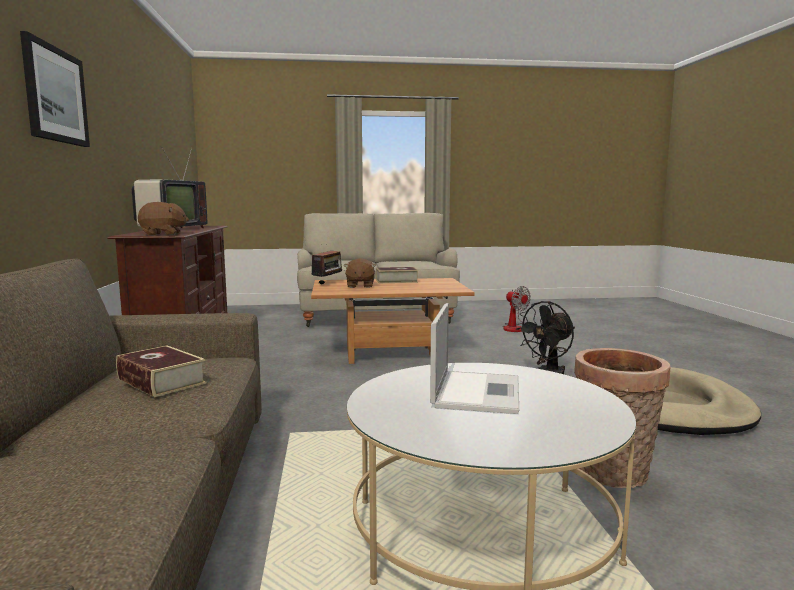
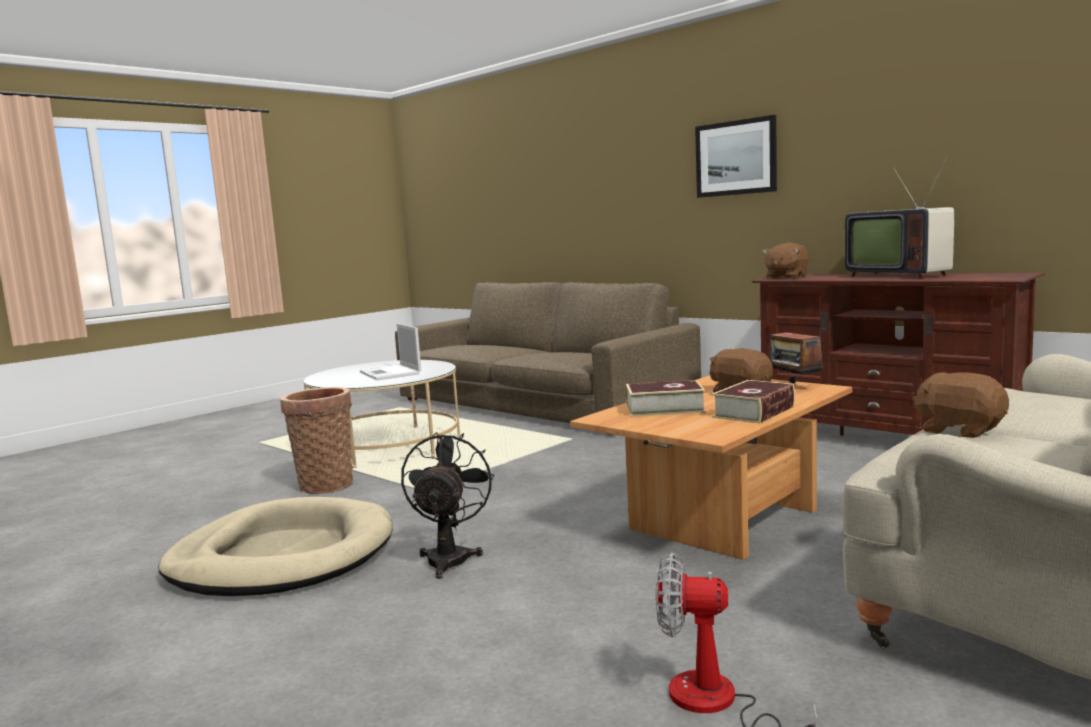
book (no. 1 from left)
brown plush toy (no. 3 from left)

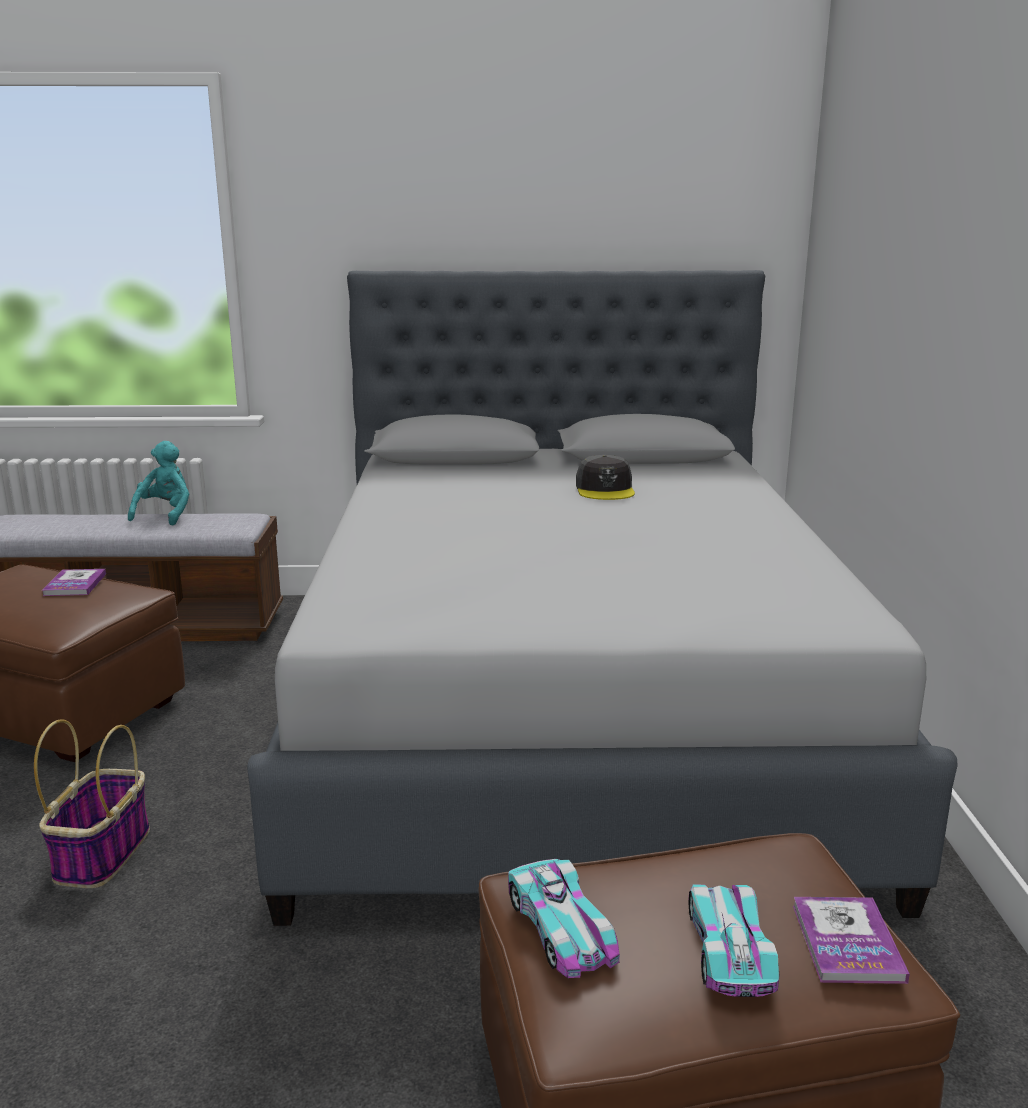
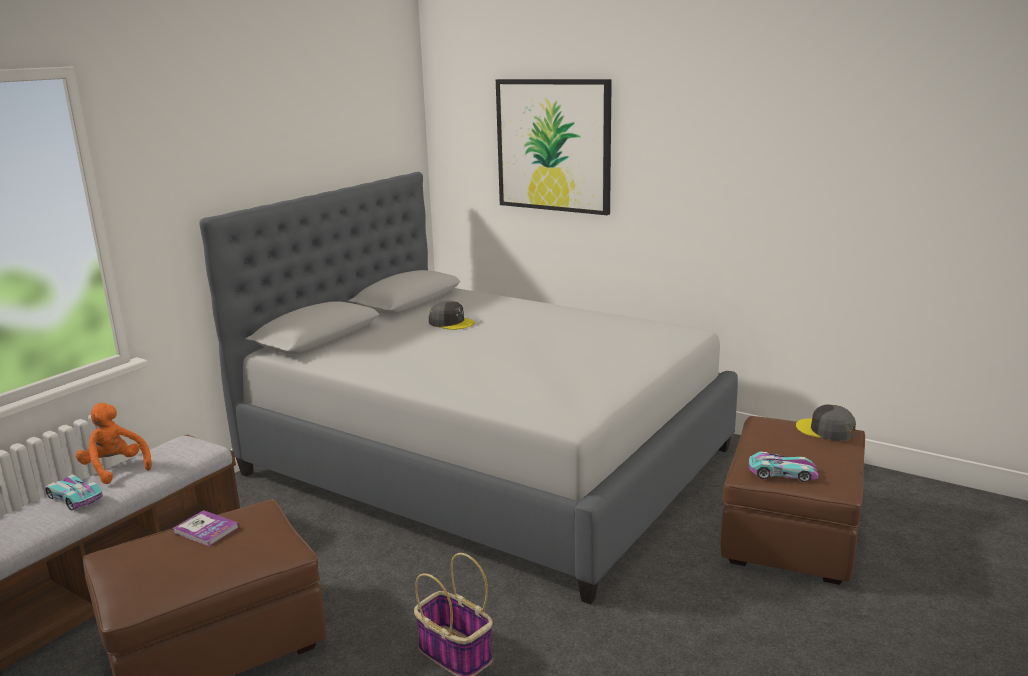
orange plush toy
toy car (no. 1 from left)
grey cap (no. 2 from left)
picture

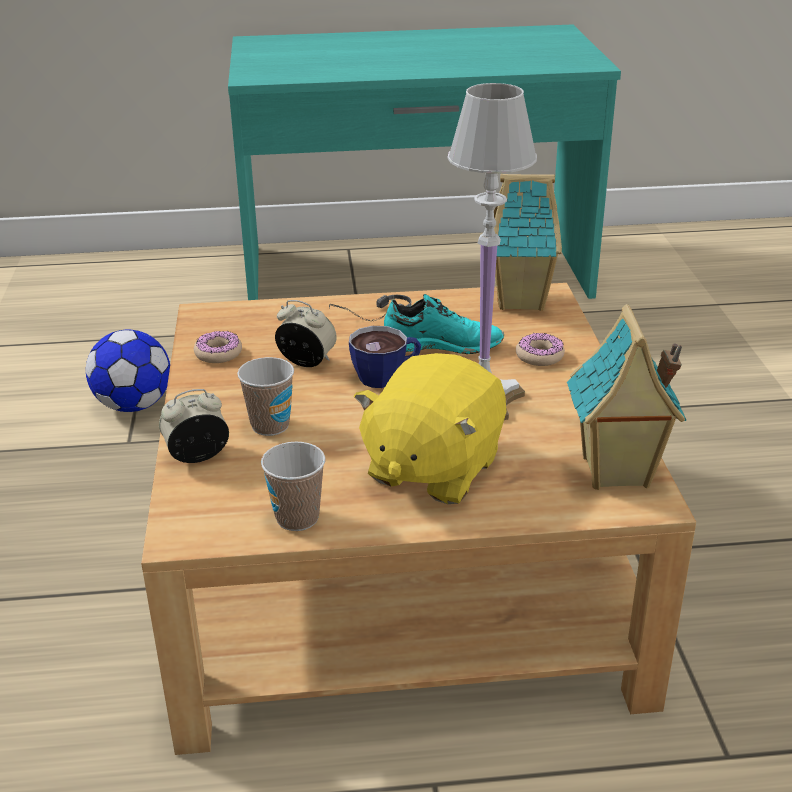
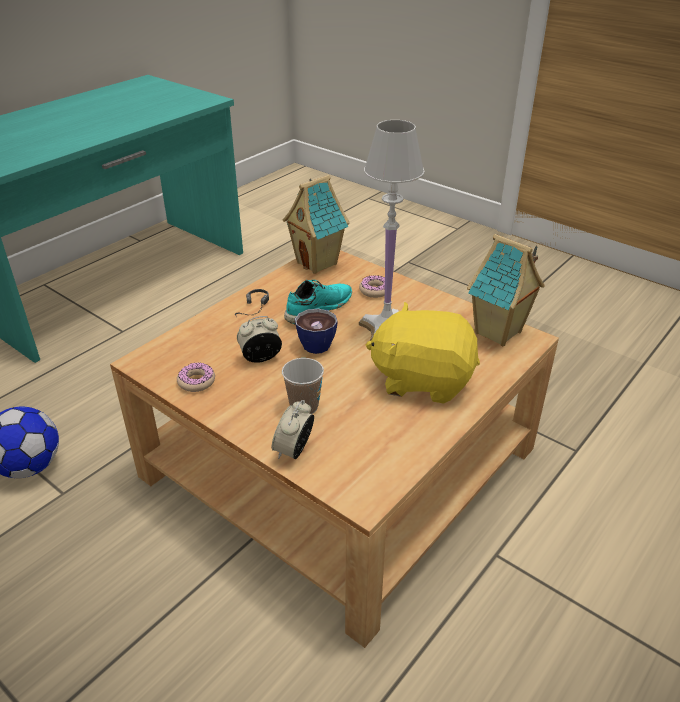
cup (no. 2 from left in the first image)
yellow plush toy

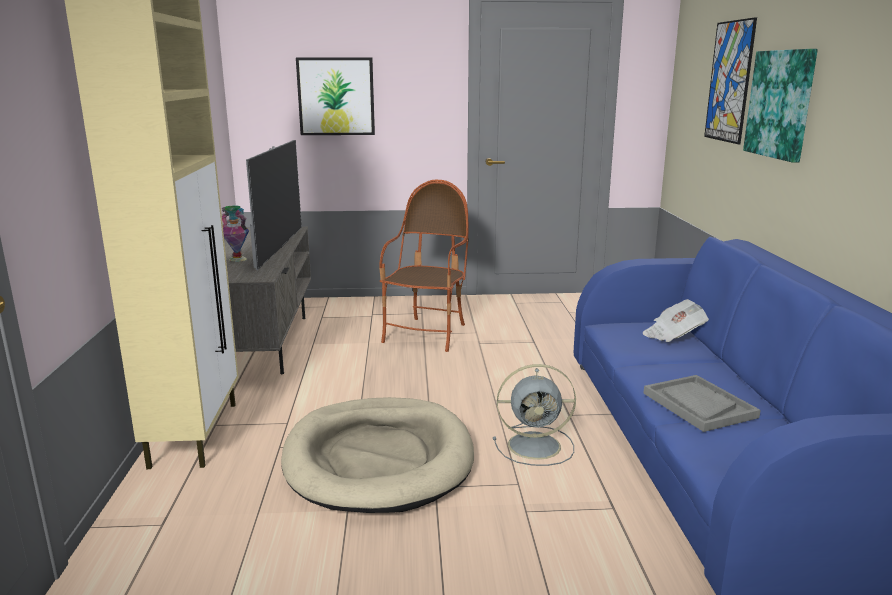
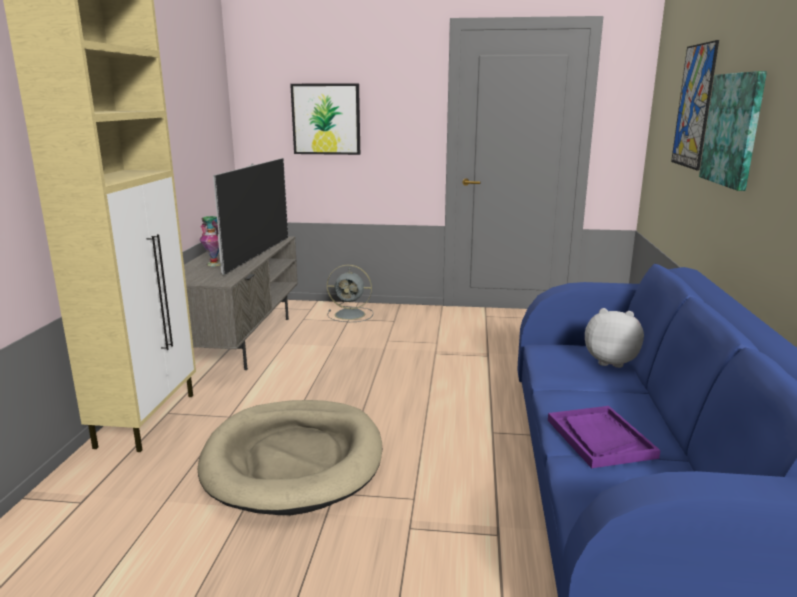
armchair
grey fan
plush toy
purple tray

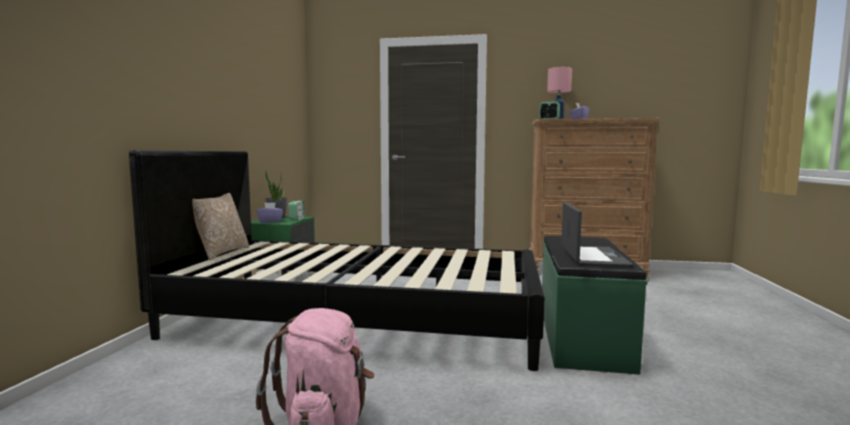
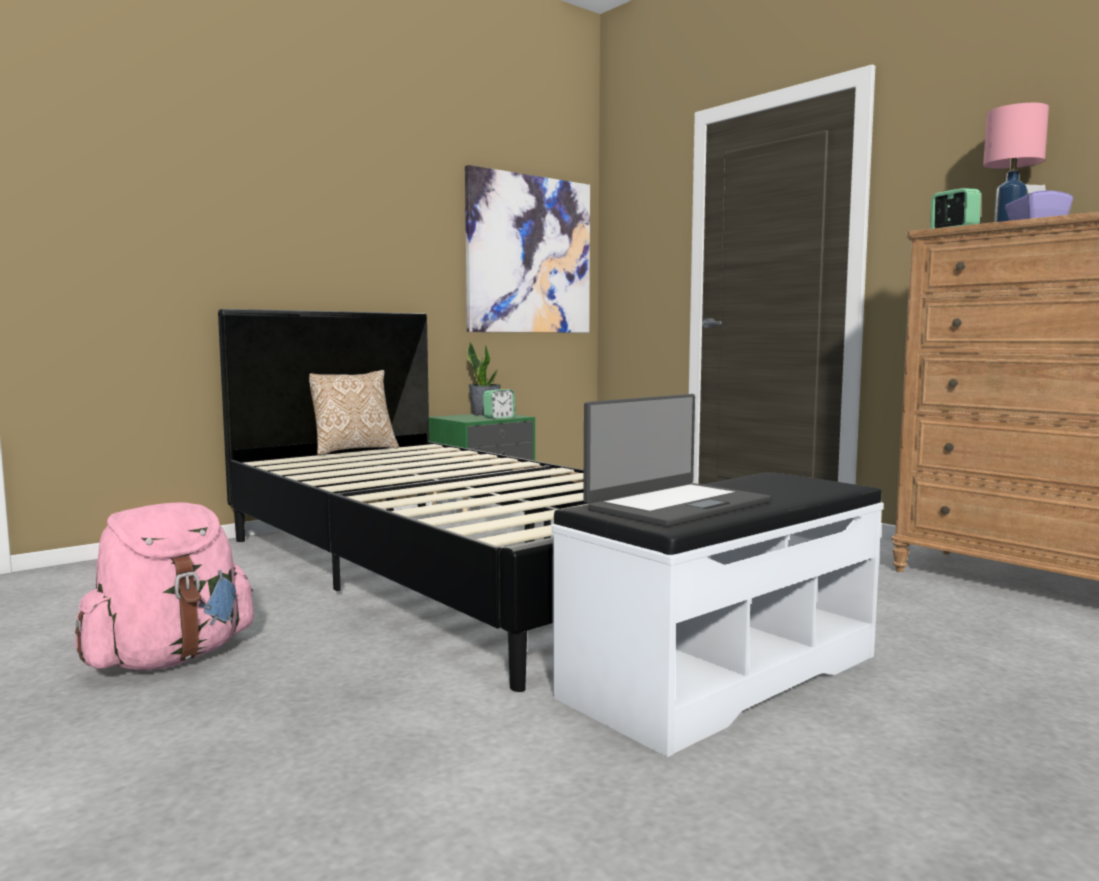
purple tissue box (no. 1 from left in the first image)
white bench
picture

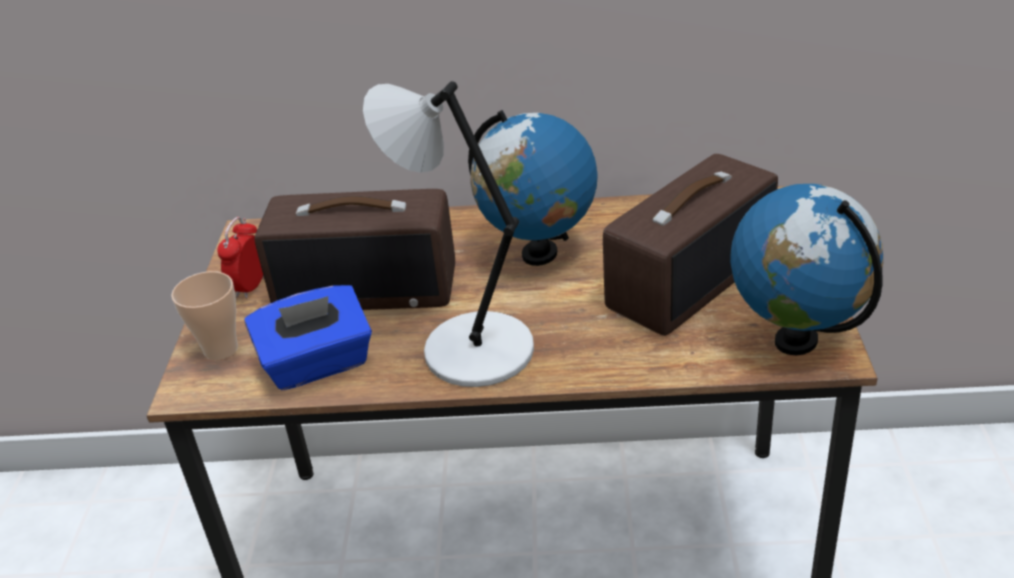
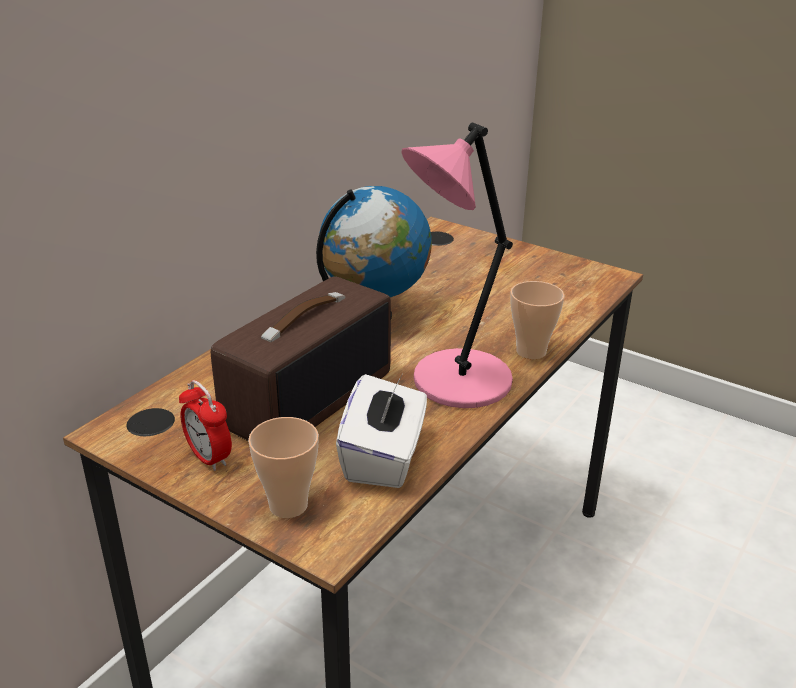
white tissue box
pink table lamp
radio (no. 2 from left in the first image)
globe (no. 2 from left in the first image)
cup (no. 2 from left)

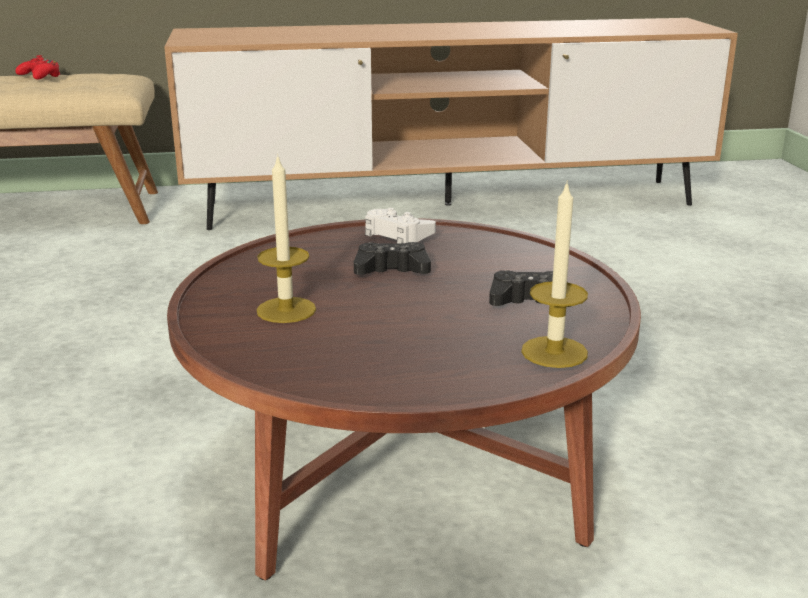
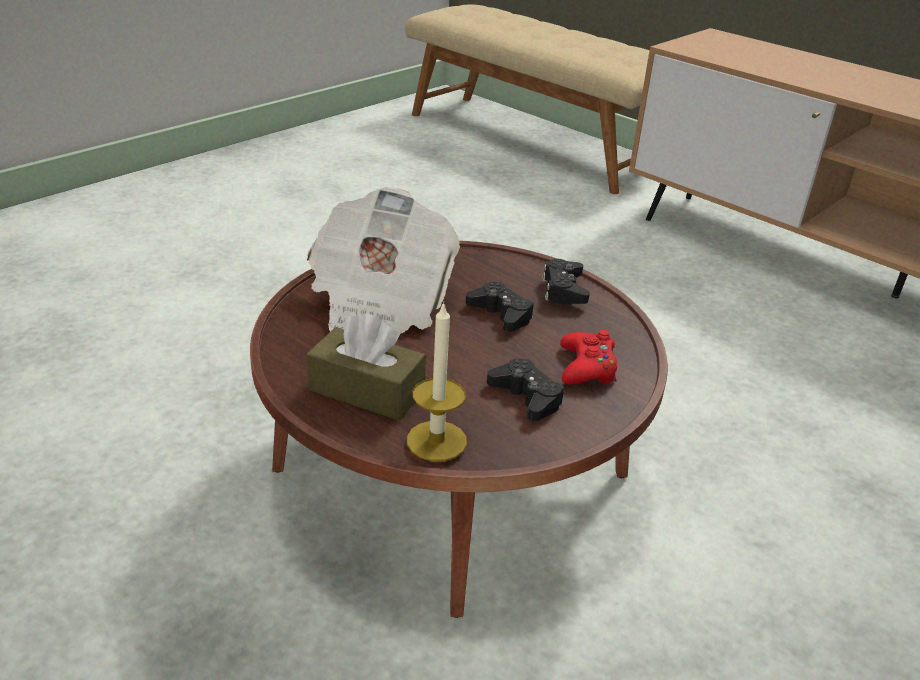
red game controller
newspaper
black game controller (no. 3 from left)
brown tissue box

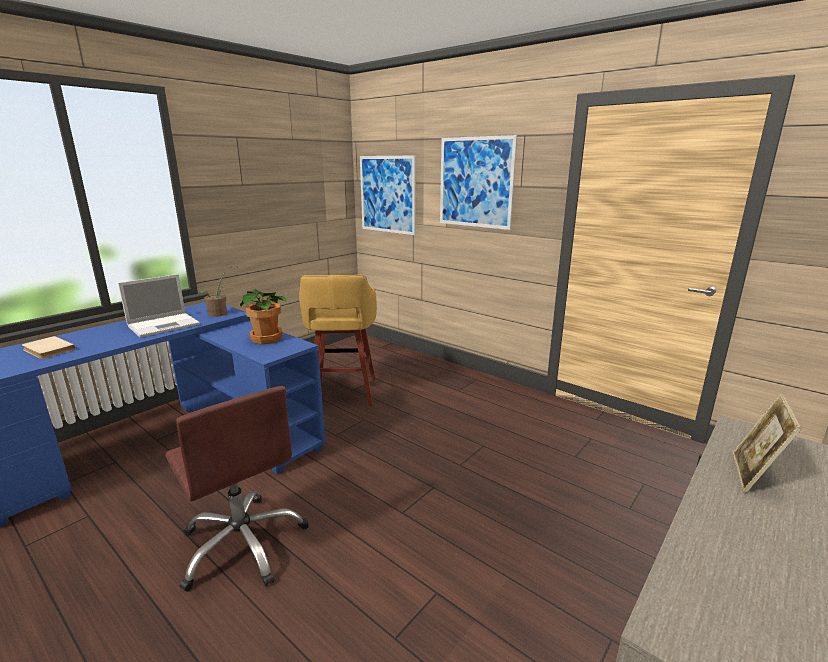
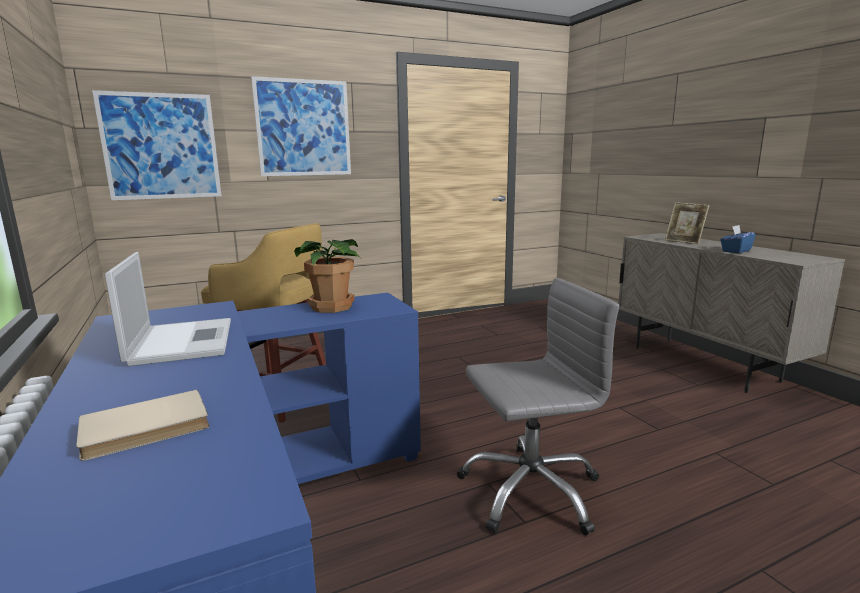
grey office chair
potted plant (no. 1 from left in the first image)
blue tissue box

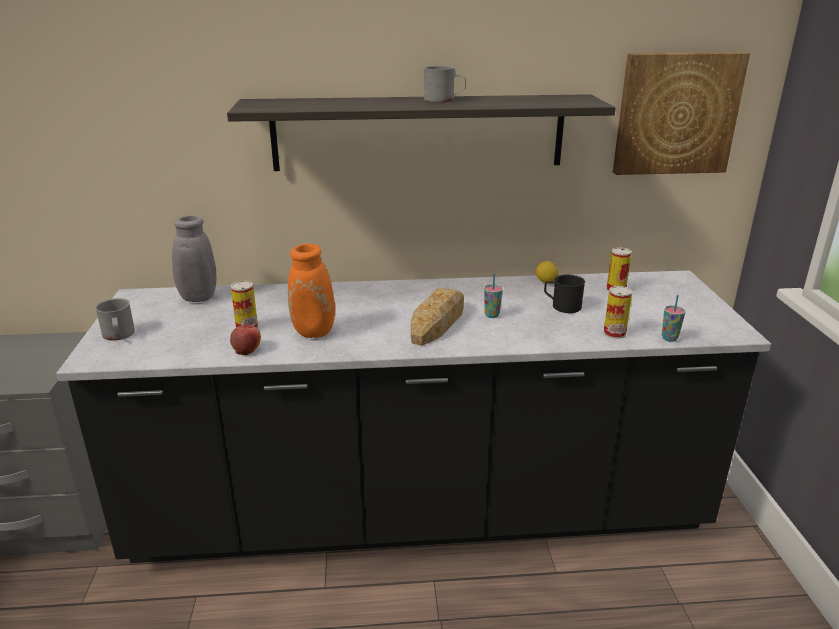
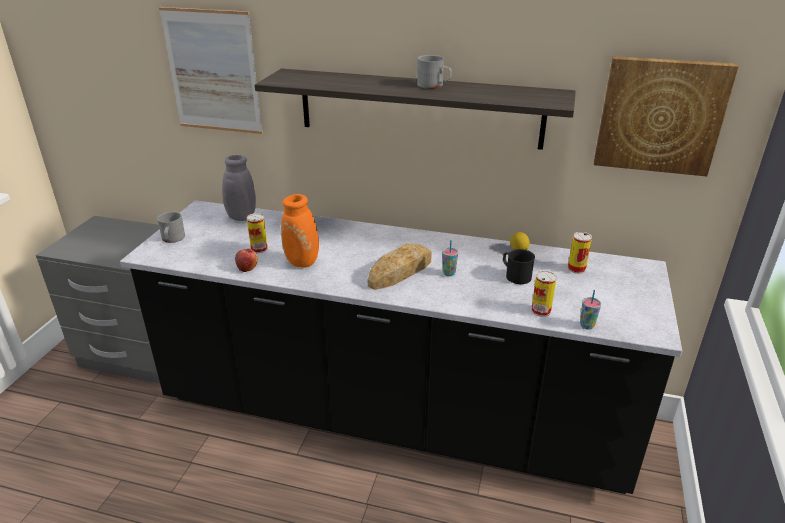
picture (no. 1 from left)

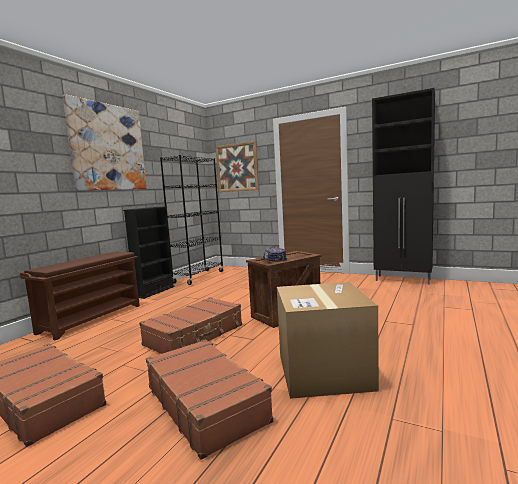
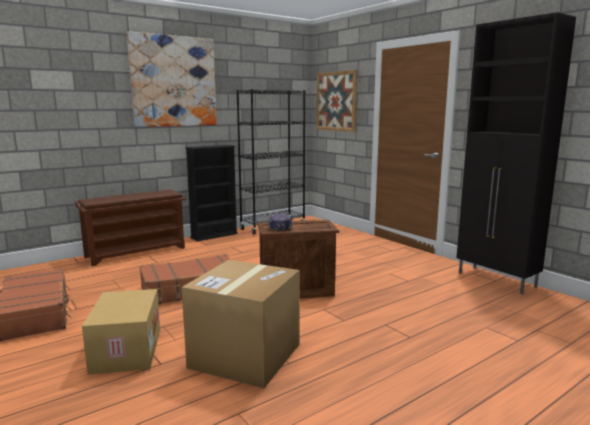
cardboard box (no. 1 from left)

